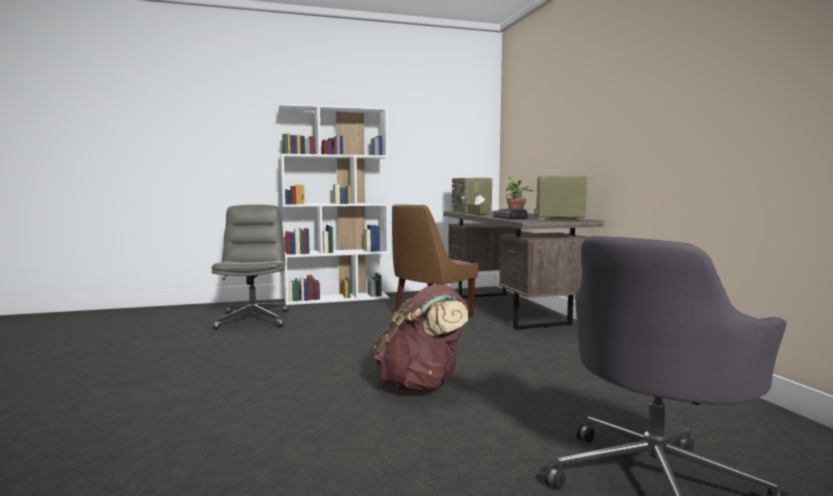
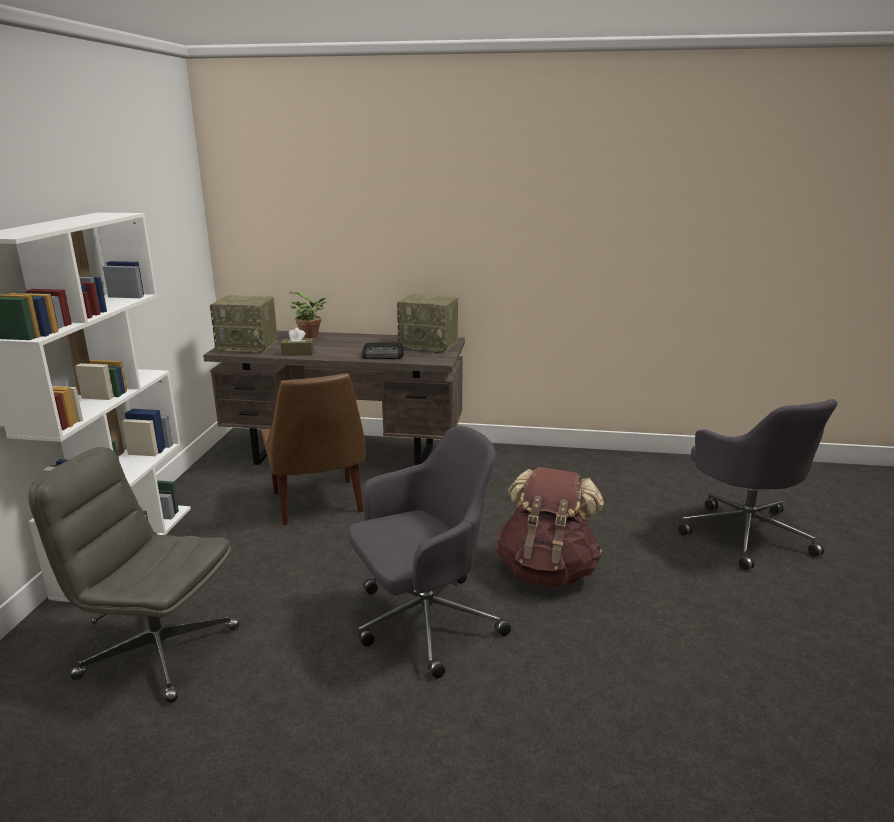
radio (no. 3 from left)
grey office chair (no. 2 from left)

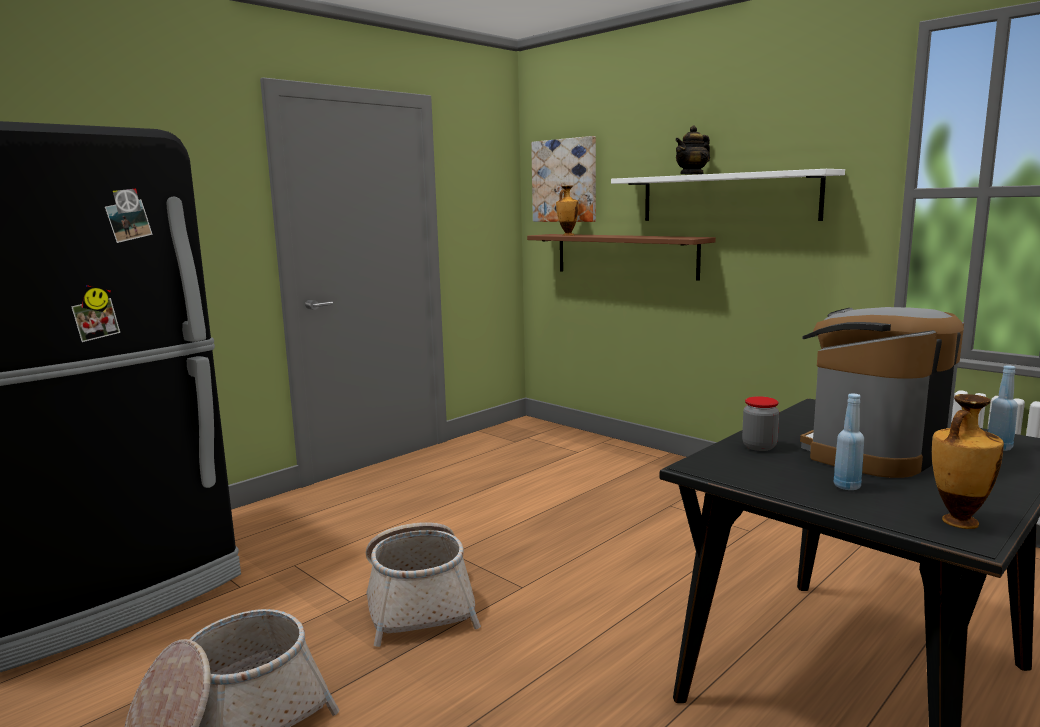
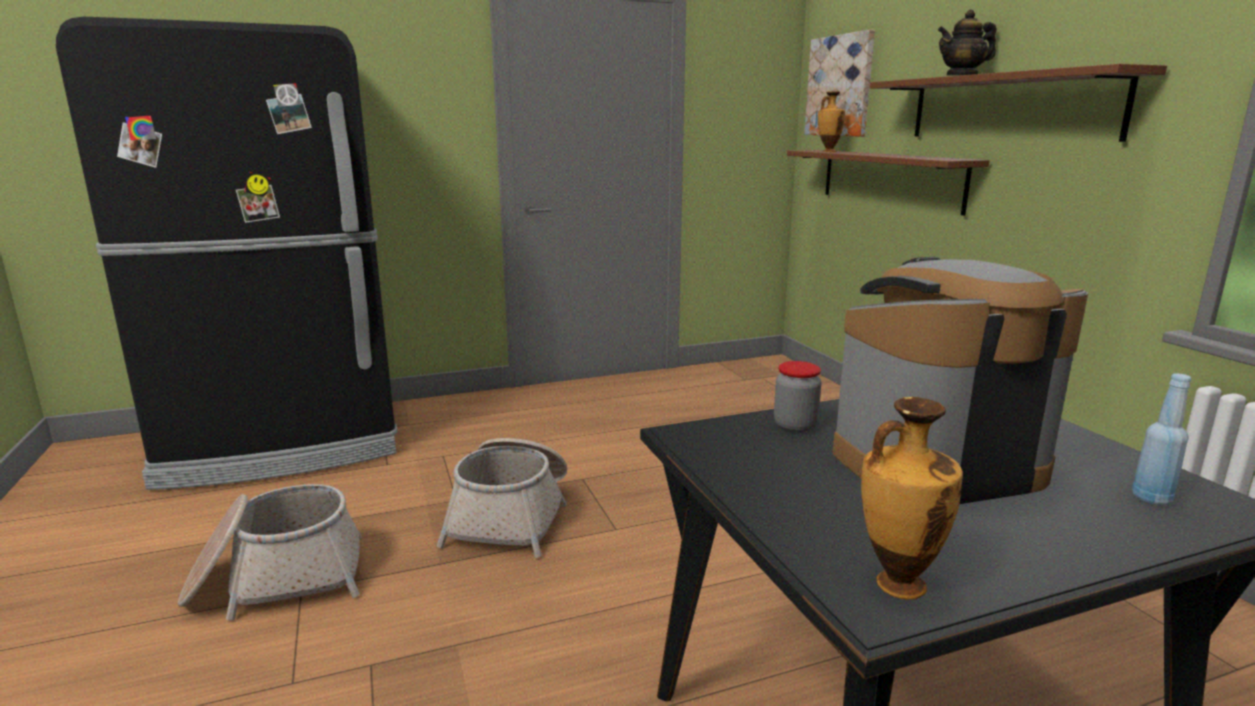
brown shelf (no. 2 from left)
blue bottle (no. 1 from left in the first image)

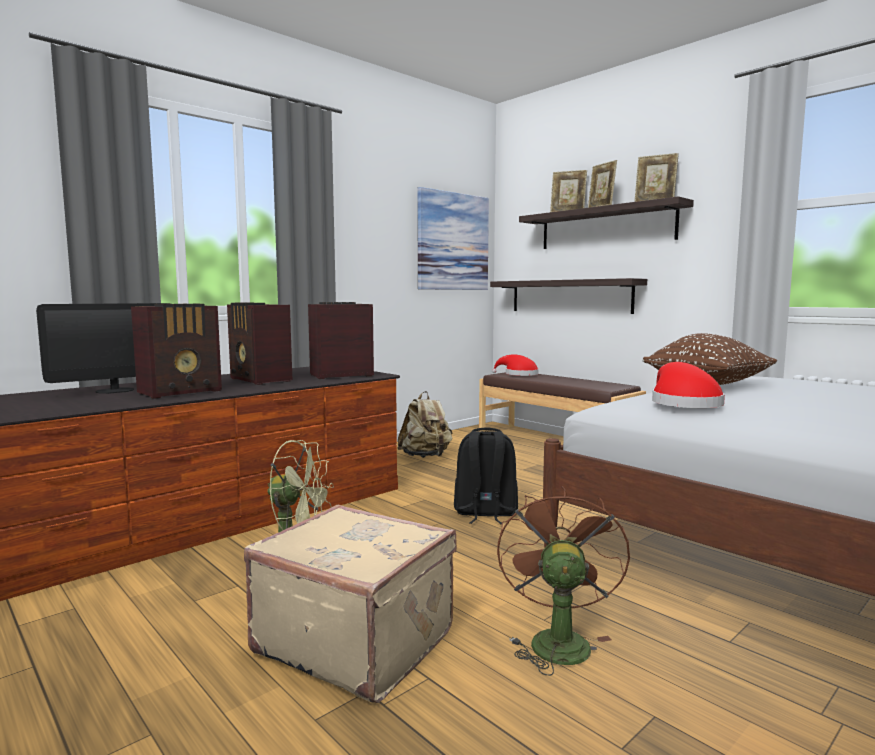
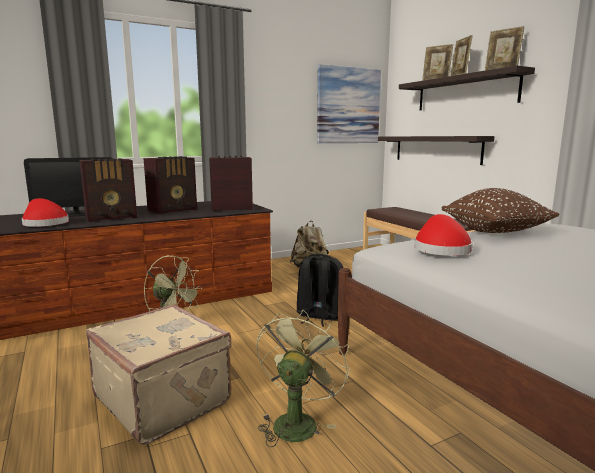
radio (no. 2 from left)
red hat (no. 1 from left)
green fan (no. 2 from left)

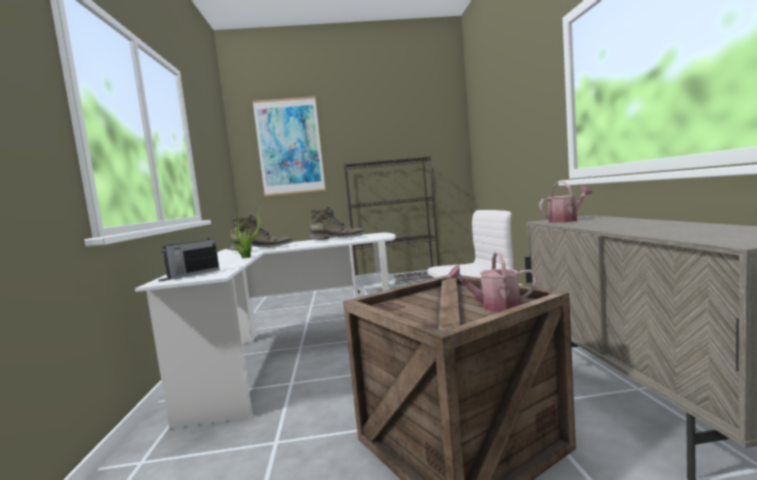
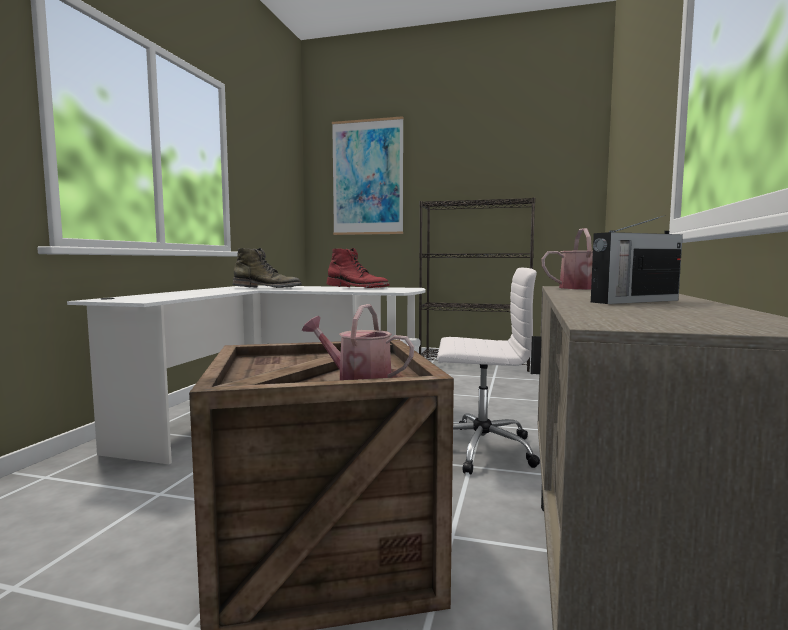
radio
potted plant
red boot

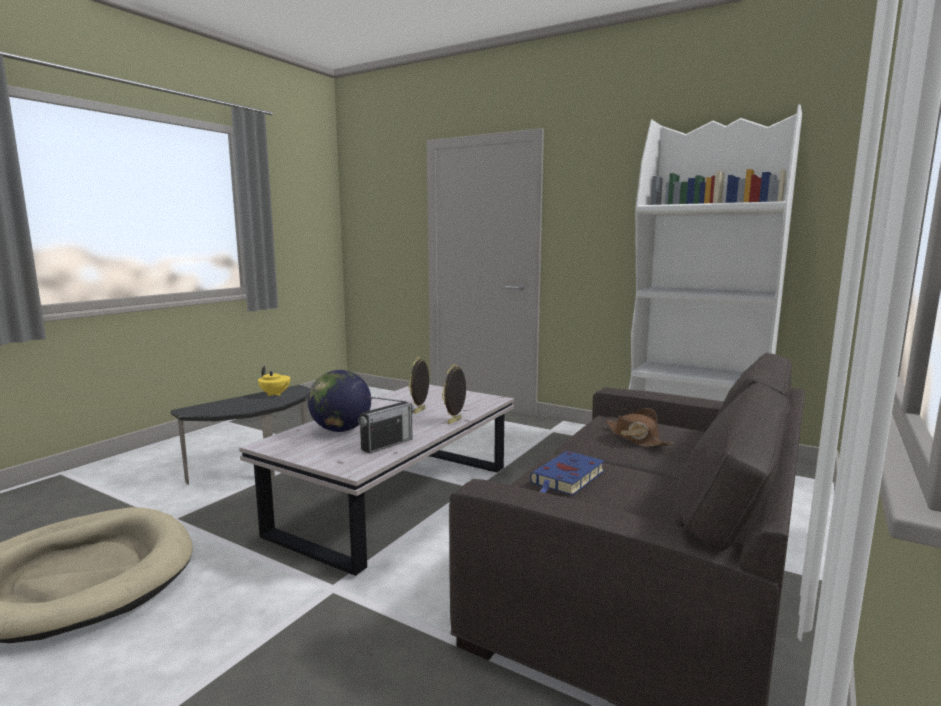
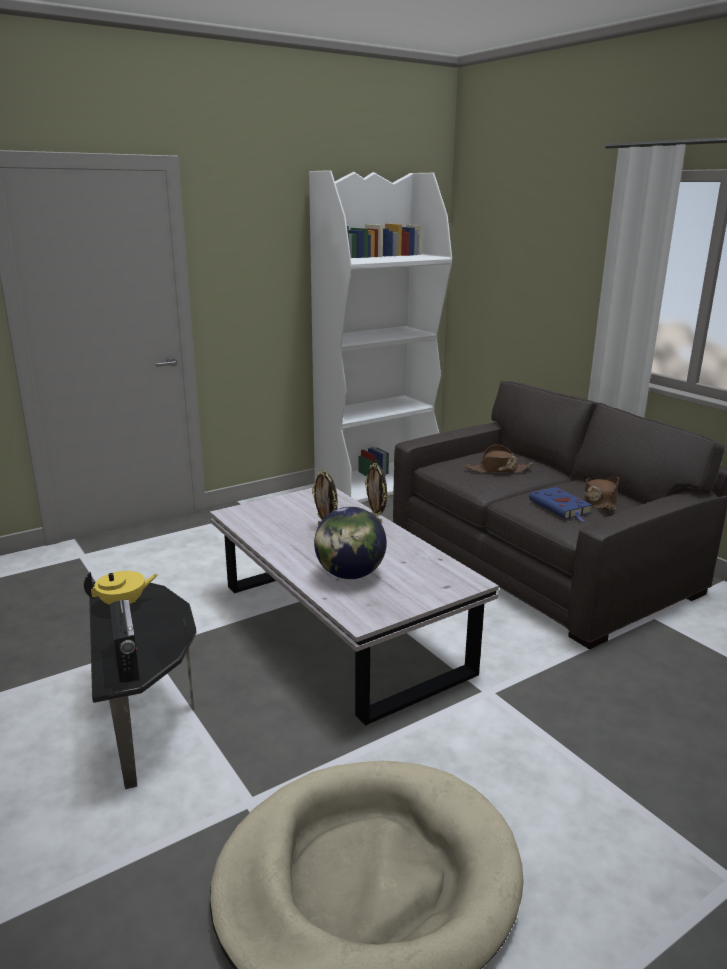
radio
brown hat (no. 2 from left)

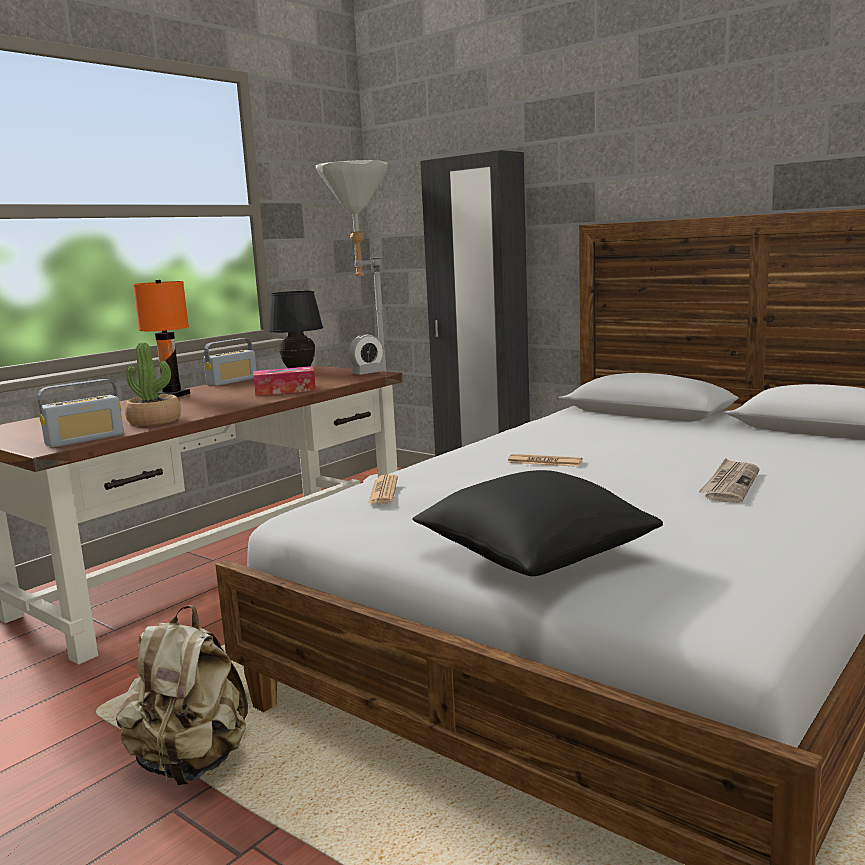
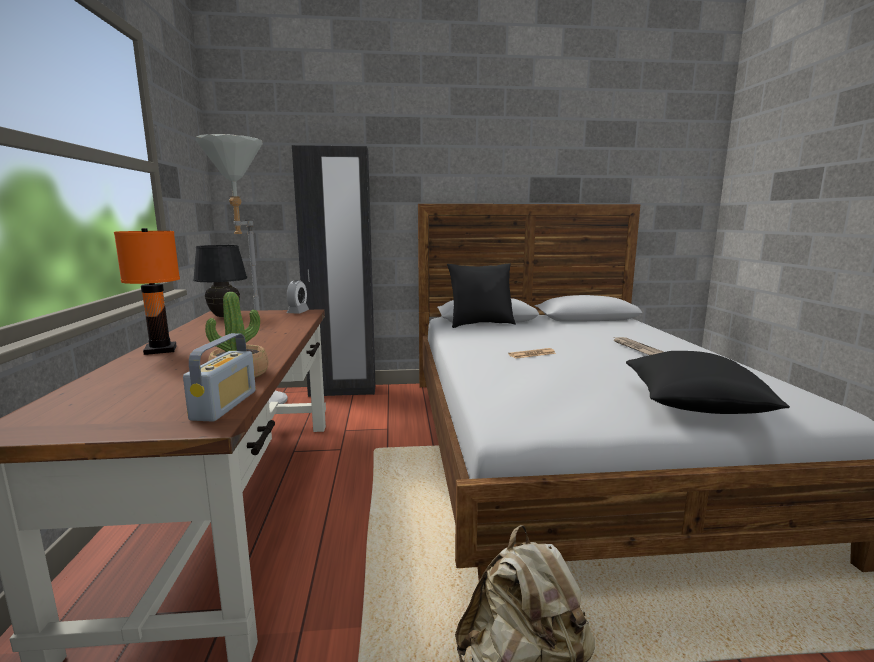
radio (no. 2 from left in the first image)
tissue box
newspaper (no. 1 from left in the first image)
black pillow (no. 1 from left)

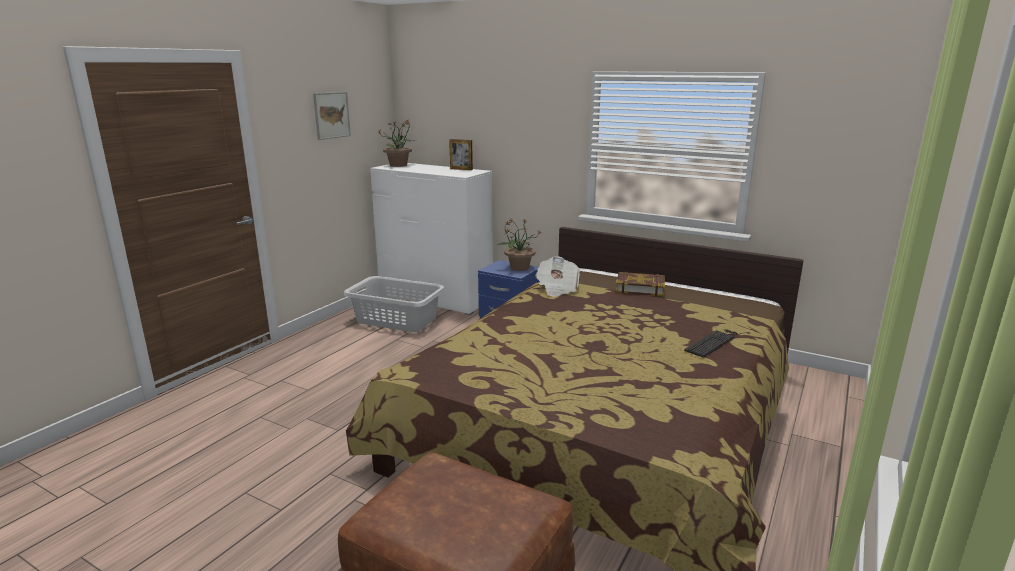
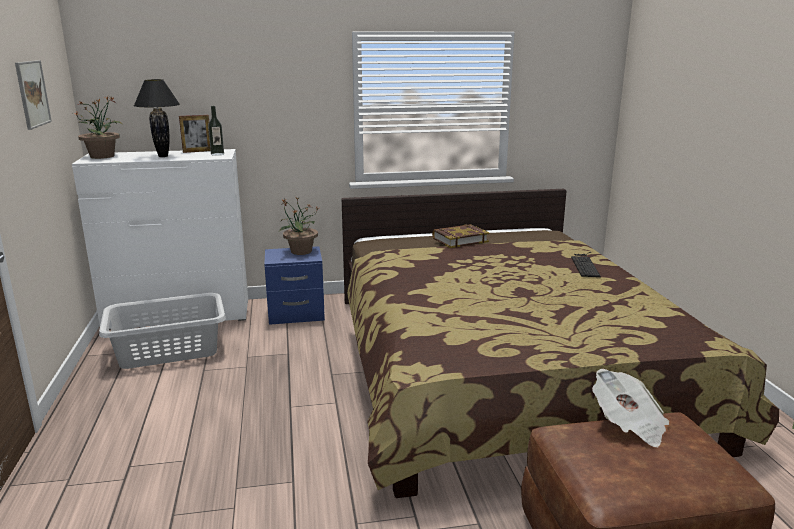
newspaper
black table lamp
bottle

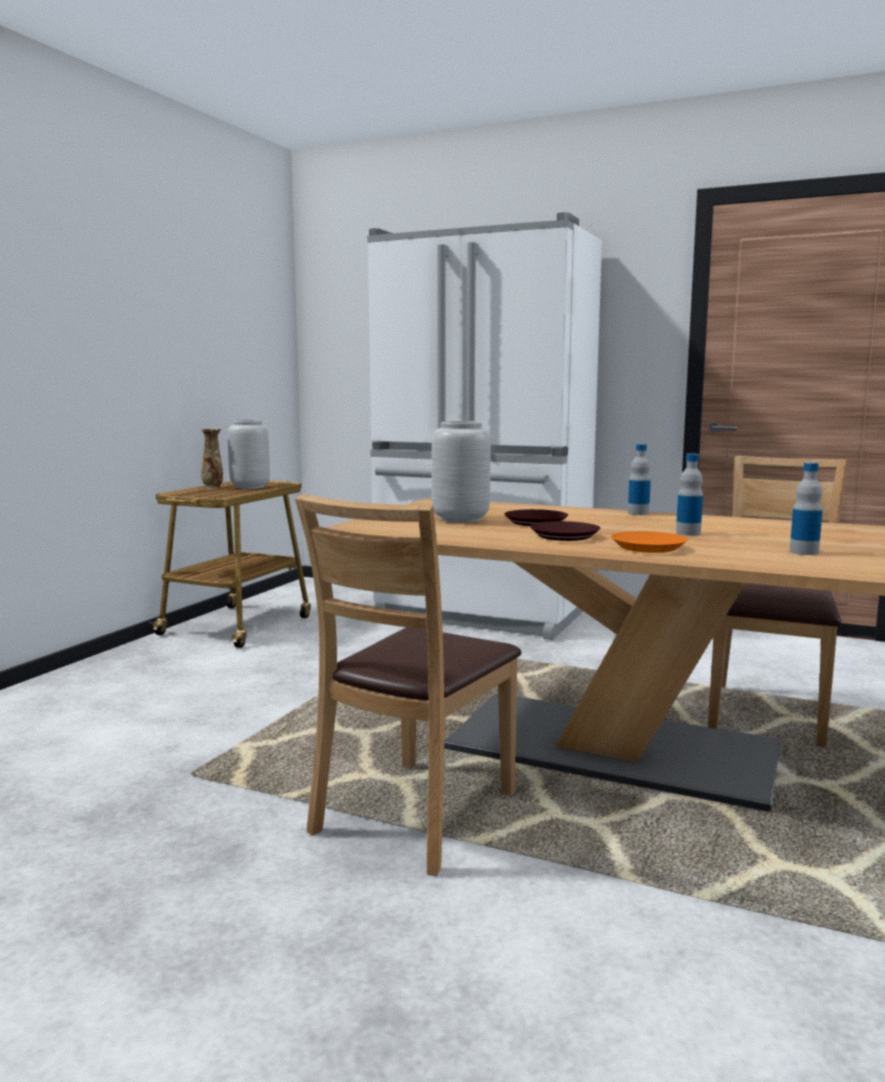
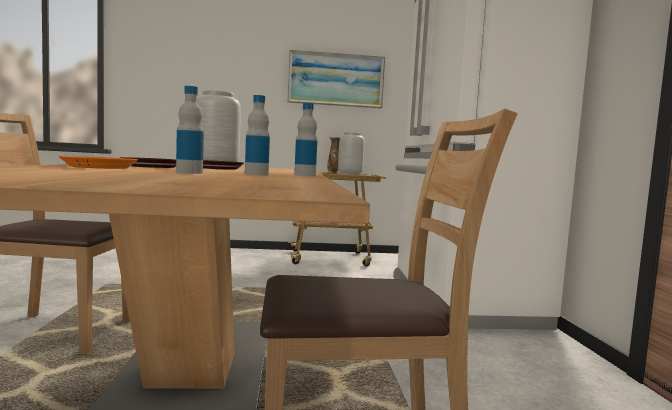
bottle (no. 2 from left)
picture

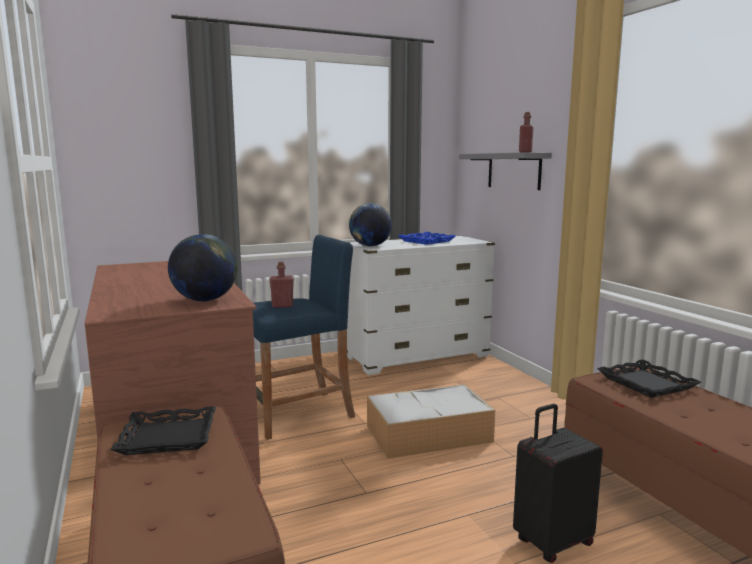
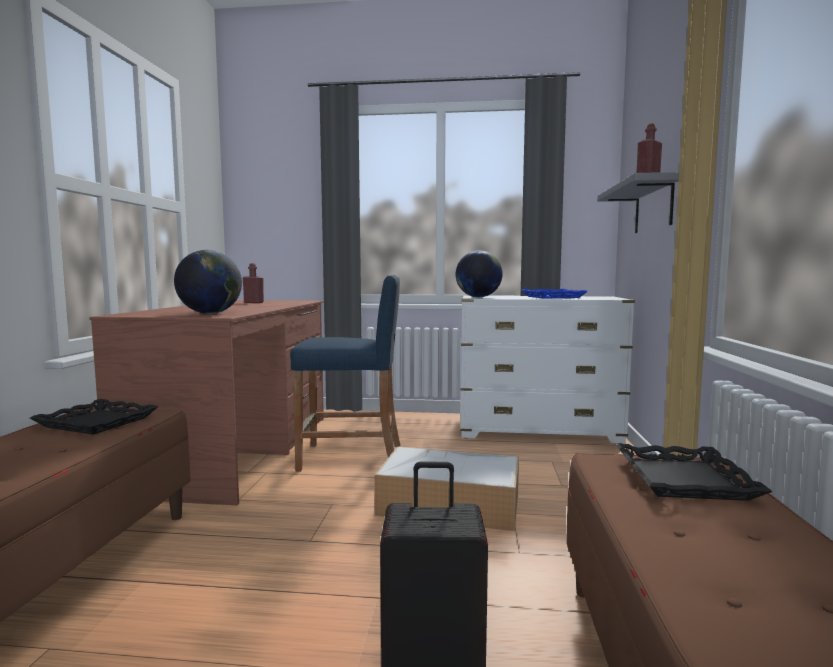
red bottle (no. 1 from left)

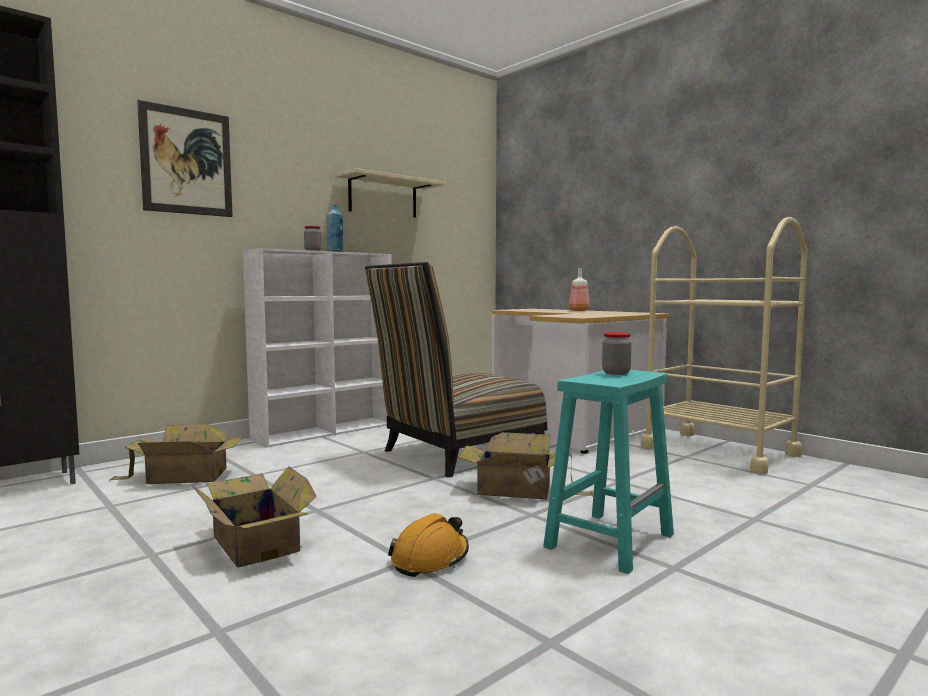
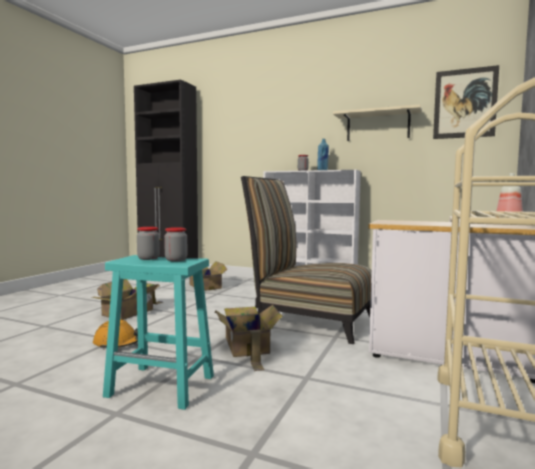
picture
jar (no. 1 from left)

